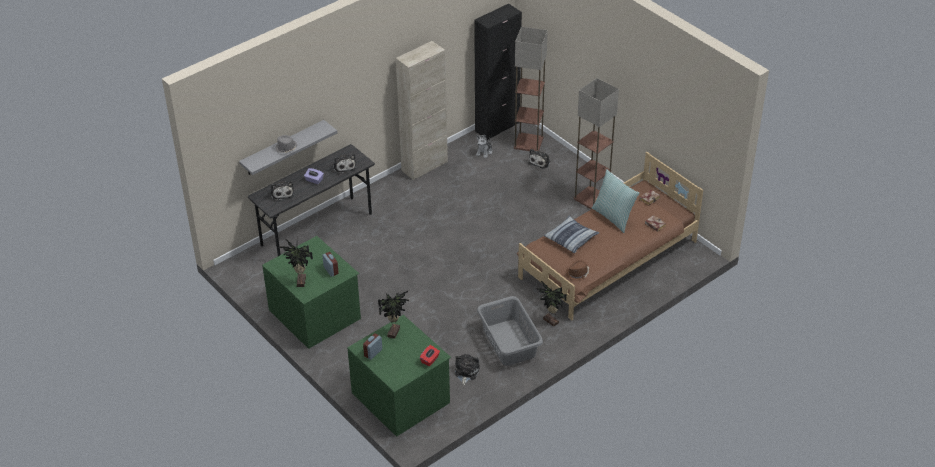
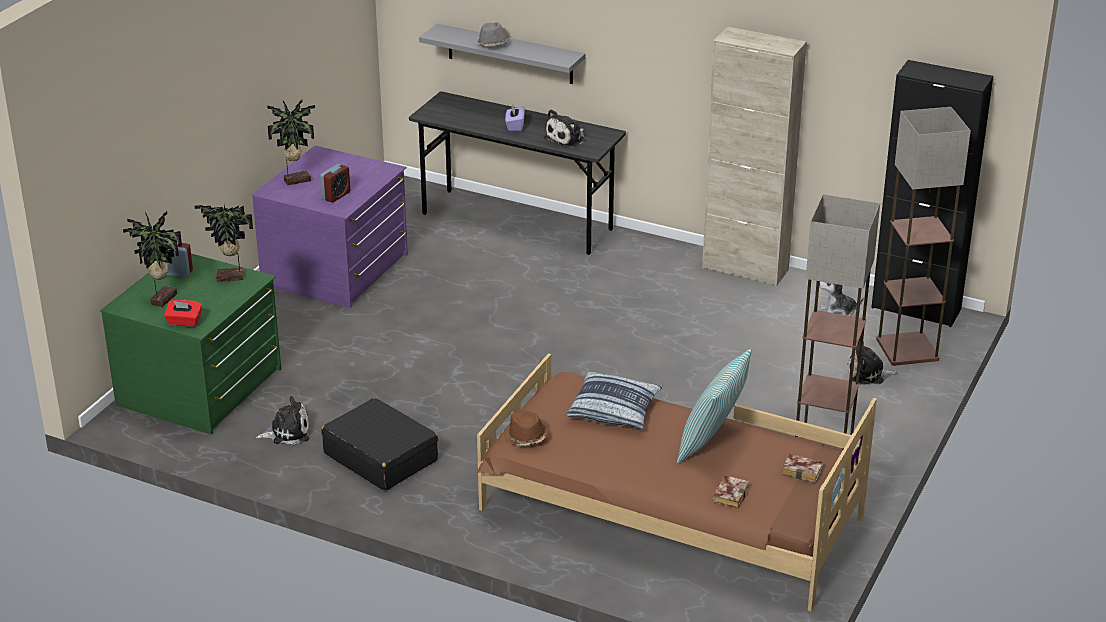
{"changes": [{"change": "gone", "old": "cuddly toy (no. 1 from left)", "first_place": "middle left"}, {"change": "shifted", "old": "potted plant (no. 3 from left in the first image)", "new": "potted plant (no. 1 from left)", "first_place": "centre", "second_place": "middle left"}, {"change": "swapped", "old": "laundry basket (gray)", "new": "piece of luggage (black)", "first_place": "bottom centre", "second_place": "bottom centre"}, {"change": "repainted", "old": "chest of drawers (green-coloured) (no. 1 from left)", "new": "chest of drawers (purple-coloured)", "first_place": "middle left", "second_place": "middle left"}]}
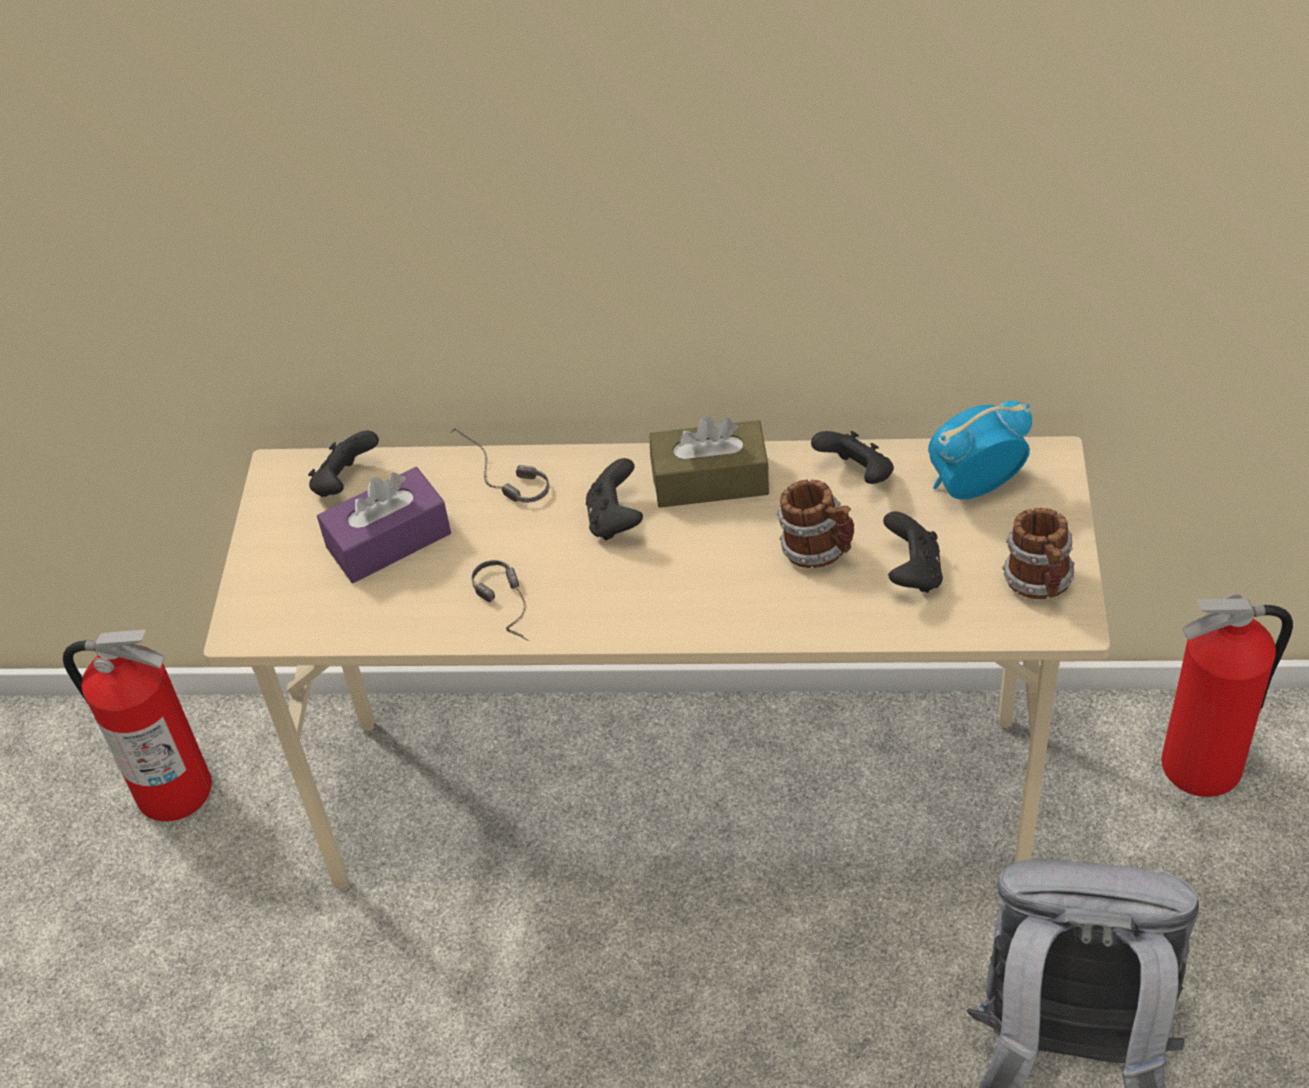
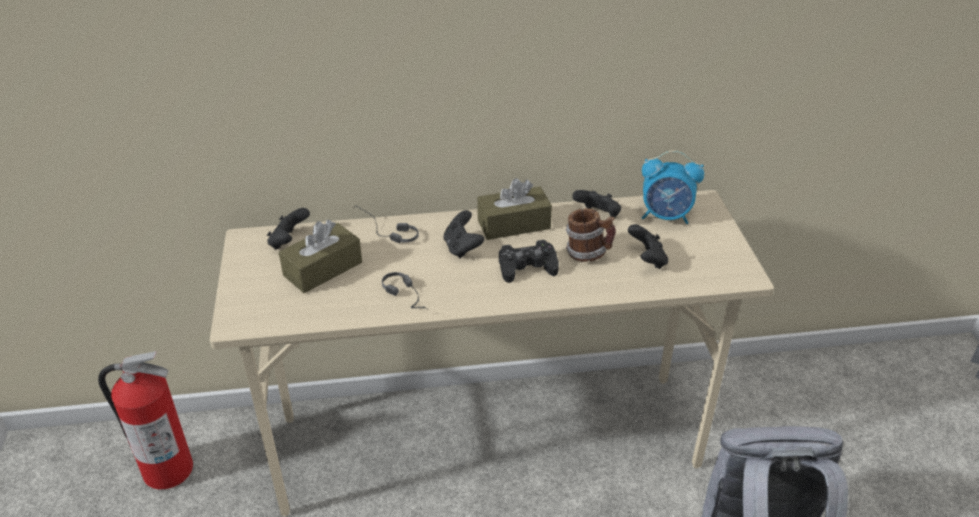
{"changes": [{"change": "gone", "old": "mug (no. 2 from left)", "first_place": "middle right"}, {"change": "gone", "old": "fire extinguisher (no. 2 from left)", "first_place": "middle right"}, {"change": "new", "new": "joypad (black) (no. 3 from left)", "second_place": "centre"}, {"change": "repainted", "old": "tissue holder (purple-coloured)", "new": "tissue holder (brown) (no. 1 from left)", "first_place": "middle left", "second_place": "middle left"}, {"change": "rotated", "old": "table clock", "first_place": "middle right", "second_place": "middle right", "degrees": -135}]}
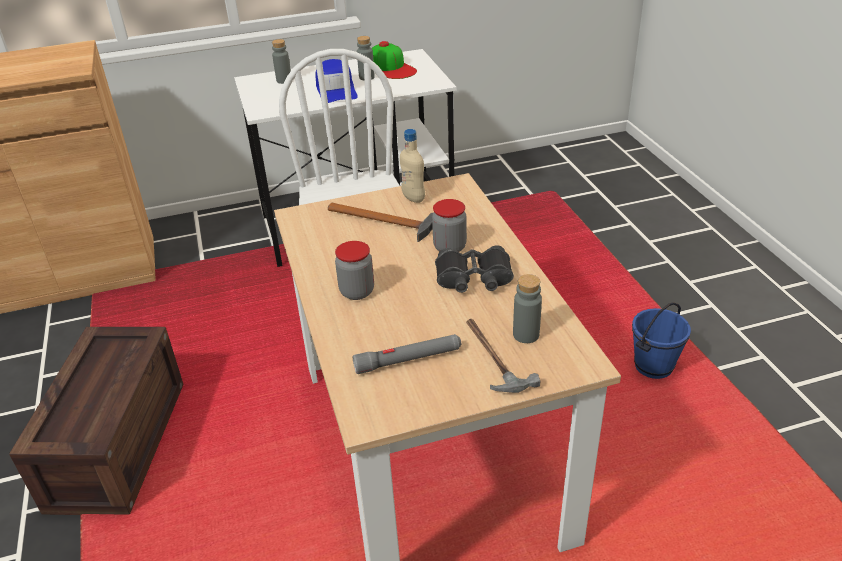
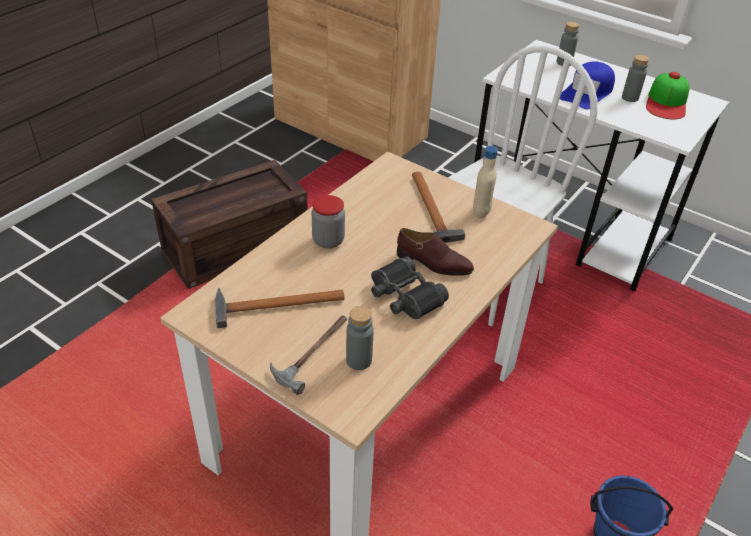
{"changes": [{"change": "swapped", "old": "flashlight (gray)", "new": "hand hammer (no. 1 from left)", "first_place": "centre", "second_place": "centre"}, {"change": "swapped", "old": "preserve jar (no. 2 from left)", "new": "shoe (brown)", "first_place": "centre", "second_place": "centre"}]}
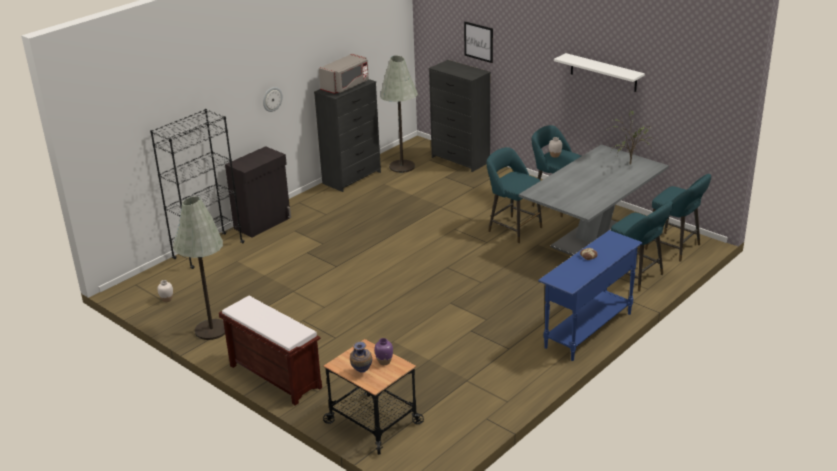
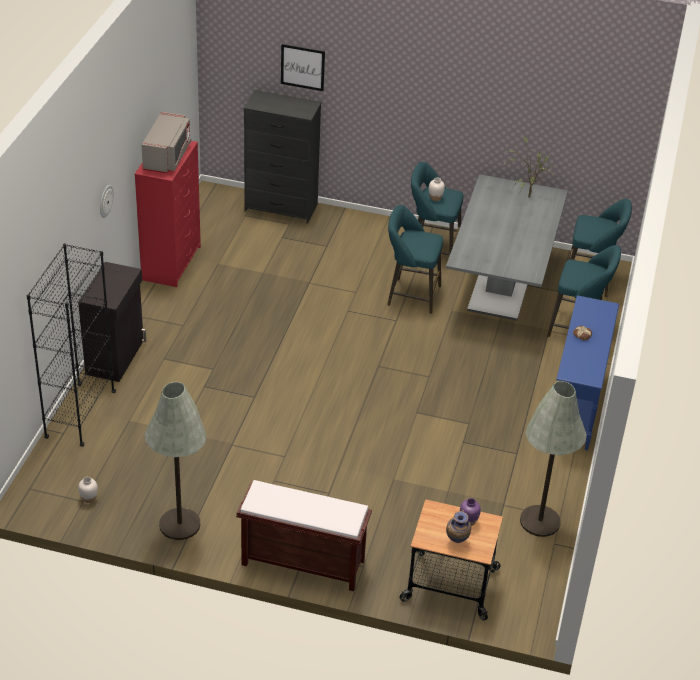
{"changes": [{"change": "gone", "old": "wall shelf (white-coloured)", "first_place": "top right"}, {"change": "shifted", "old": "standard lamp (gray) (no. 2 from left)", "first_place": "top centre", "second_place": "bottom right"}, {"change": "repainted", "old": "chest of drawers (black) (no. 1 from left)", "new": "chest of drawers (red-coloured)", "first_place": "top centre", "second_place": "top left"}]}
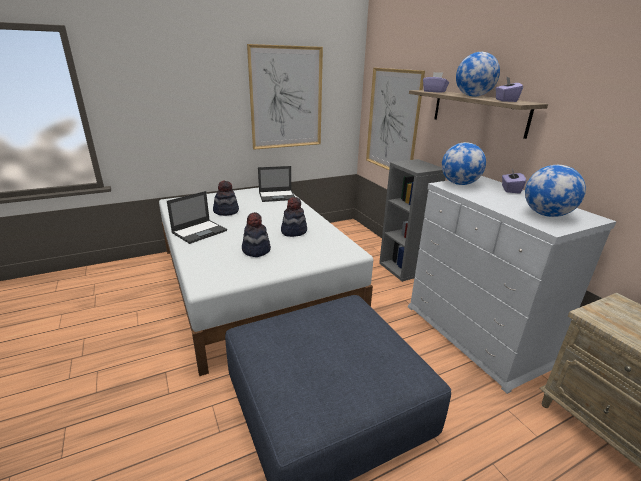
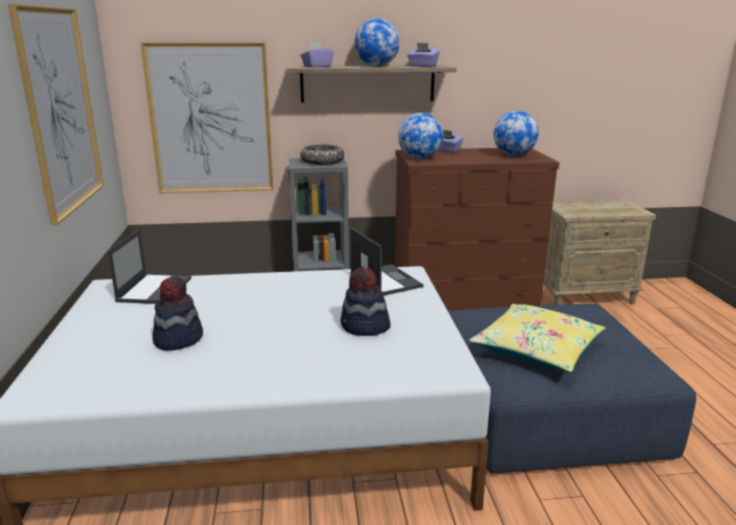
{"changes": [{"change": "gone", "old": "hat (no. 3 from left)", "first_place": "centre"}, {"change": "new", "new": "bowl", "second_place": "top centre"}, {"change": "new", "new": "cushion (yellow)", "second_place": "middle right"}, {"change": "shifted", "old": "notebook computer (no. 1 from left in the first image)", "new": "notebook computer (no. 2 from left)", "first_place": "middle left", "second_place": "centre"}, {"change": "repainted", "old": "chest of drawers (white-coloured)", "new": "chest of drawers (brown)", "first_place": "middle right", "second_place": "centre"}]}
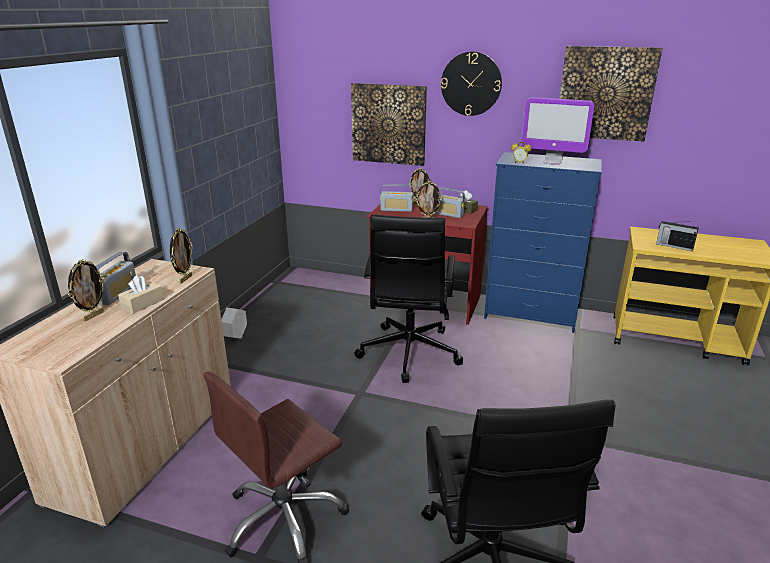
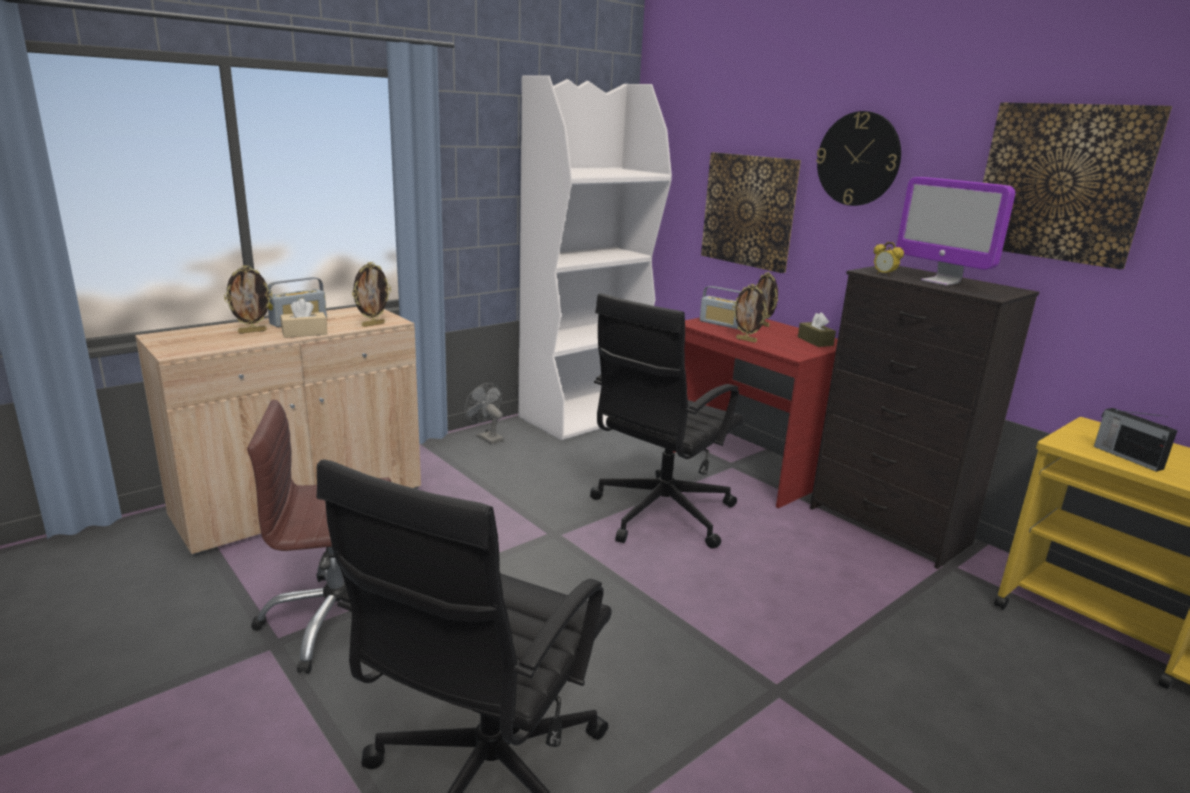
{"changes": [{"change": "gone", "old": "radio set (no. 3 from left)", "first_place": "centre"}, {"change": "new", "new": "bookshelf (white-coloured)", "second_place": "top centre"}, {"change": "swapped", "old": "planter (white-coloured)", "new": "fan (gray)", "first_place": "middle left", "second_place": "centre"}, {"change": "repainted", "old": "chest of drawers (blue-coloured)", "new": "chest of drawers (black)", "first_place": "middle right", "second_place": "middle right"}]}
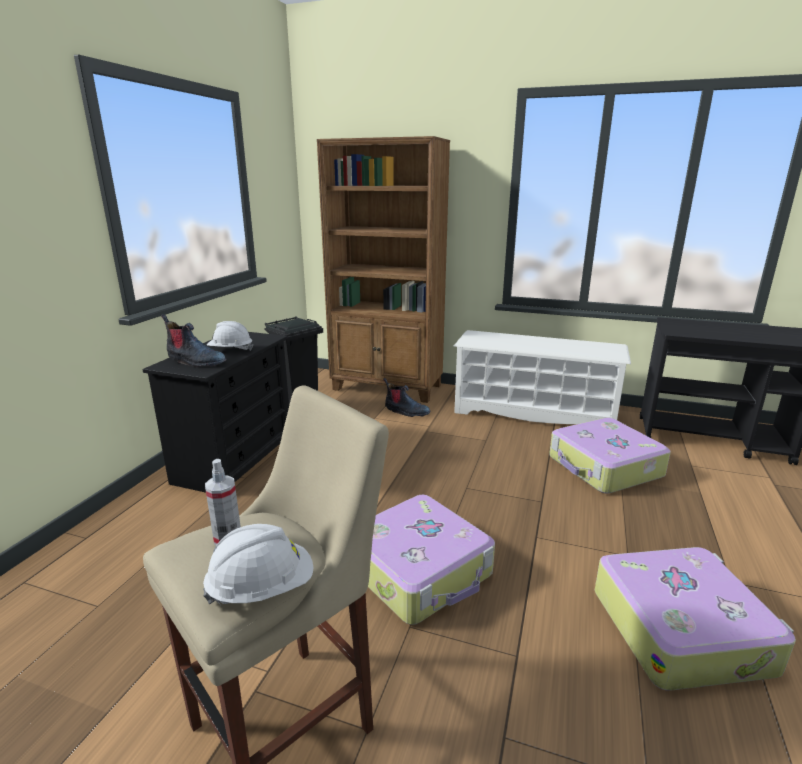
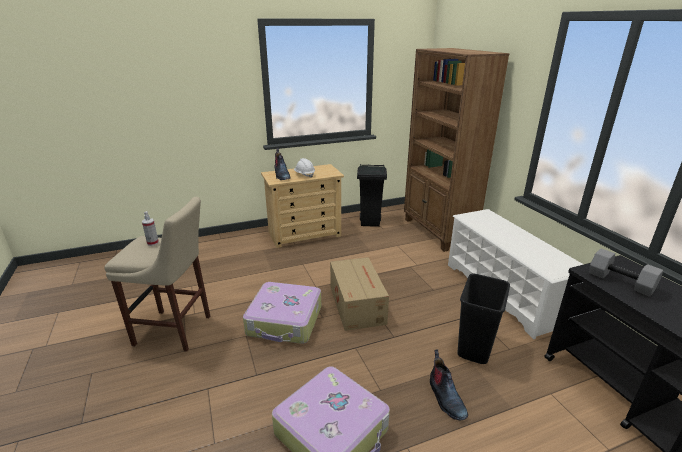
{"changes": [{"change": "gone", "old": "work helmet (white-coloured) (no. 2 from left)", "first_place": "bottom left"}, {"change": "new", "new": "packing box", "second_place": "centre"}, {"change": "new", "new": "dumbbell (gray)", "second_place": "middle right"}, {"change": "shifted", "old": "boot (no. 2 from left)", "first_place": "centre", "second_place": "bottom centre"}, {"change": "swapped", "old": "piece of luggage (no. 2 from left)", "new": "trash can (black) (no. 2 from left)", "first_place": "middle right", "second_place": "bottom right"}, {"change": "repainted", "old": "chest of drawers (black)", "new": "chest of drawers (sand-coloured)", "first_place": "middle left", "second_place": "centre"}]}
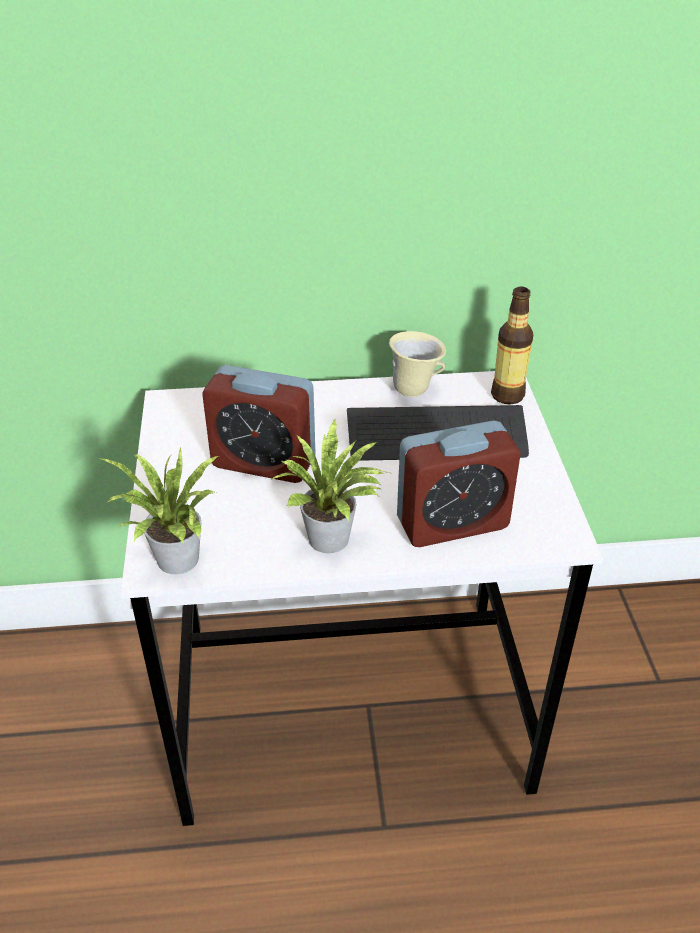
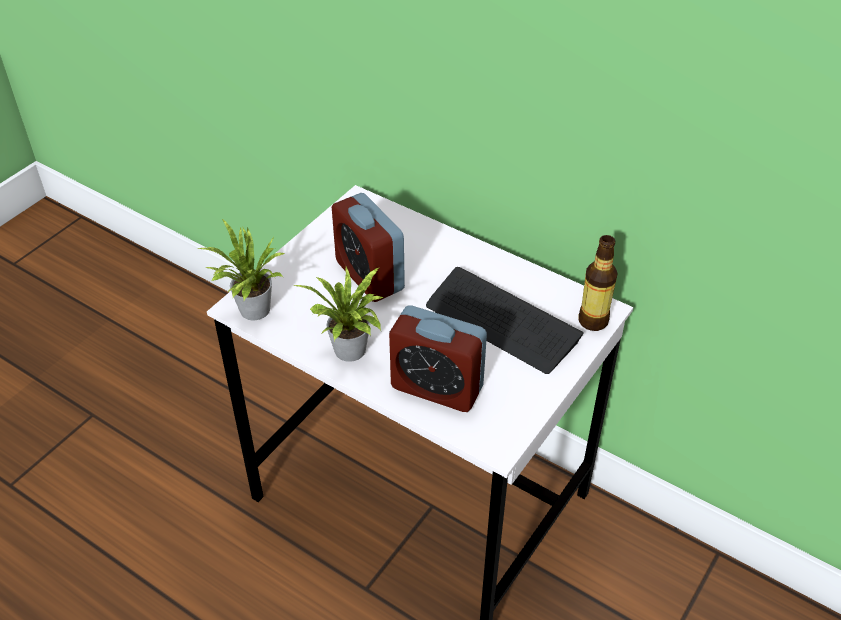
{"changes": [{"change": "gone", "old": "mug (sand-coloured)", "first_place": "centre"}]}
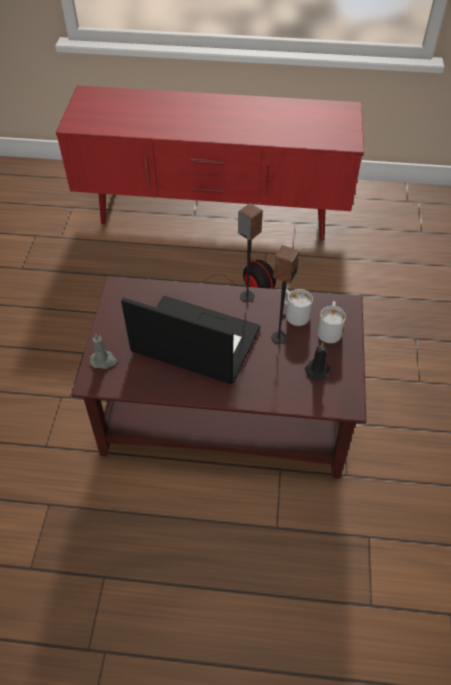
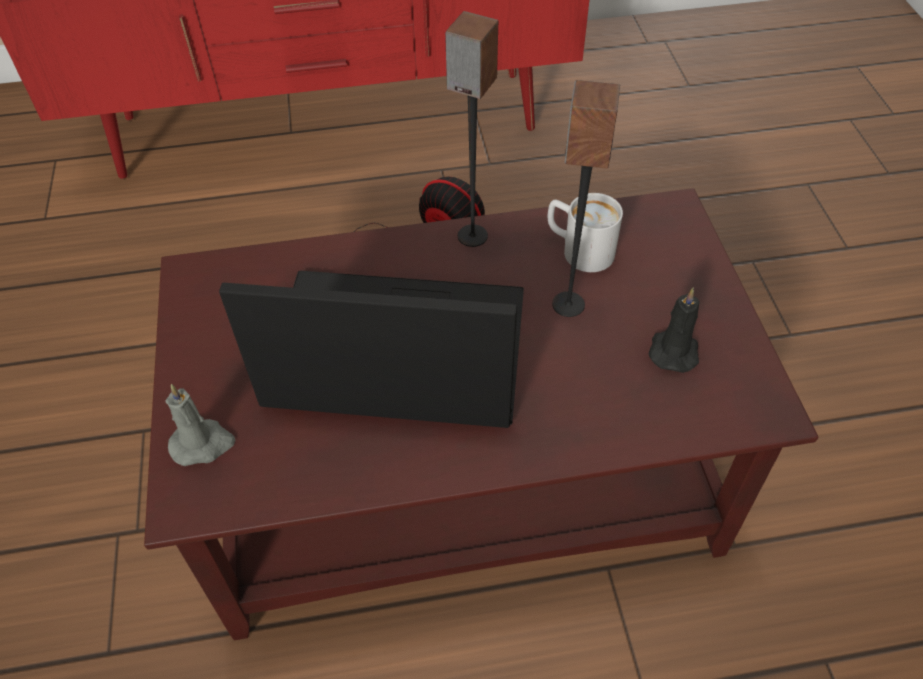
{"changes": [{"change": "gone", "old": "mug (white-coloured) (no. 2 from left)", "first_place": "middle right"}]}
